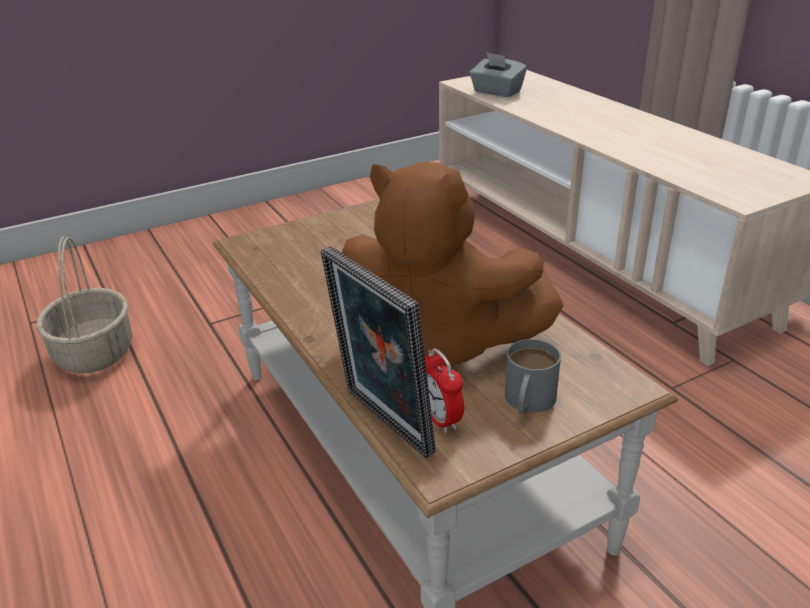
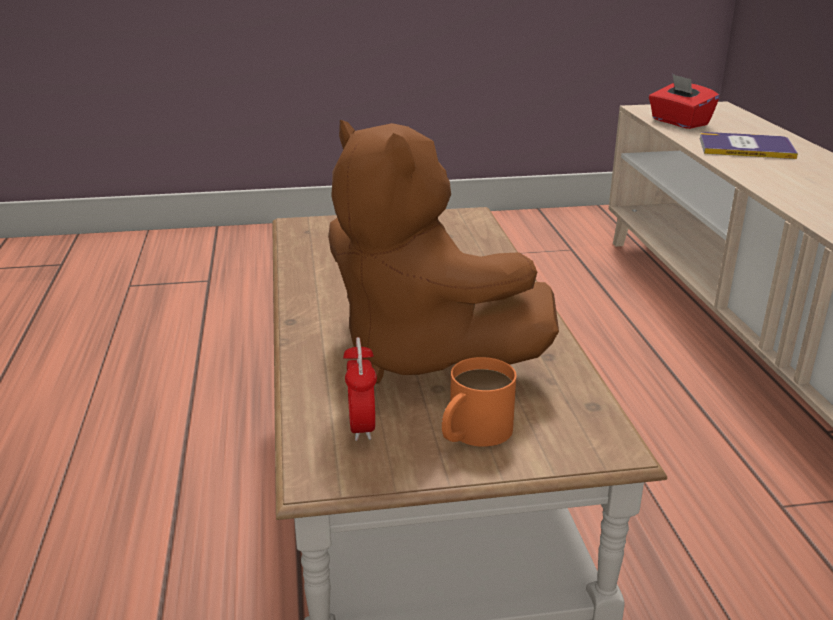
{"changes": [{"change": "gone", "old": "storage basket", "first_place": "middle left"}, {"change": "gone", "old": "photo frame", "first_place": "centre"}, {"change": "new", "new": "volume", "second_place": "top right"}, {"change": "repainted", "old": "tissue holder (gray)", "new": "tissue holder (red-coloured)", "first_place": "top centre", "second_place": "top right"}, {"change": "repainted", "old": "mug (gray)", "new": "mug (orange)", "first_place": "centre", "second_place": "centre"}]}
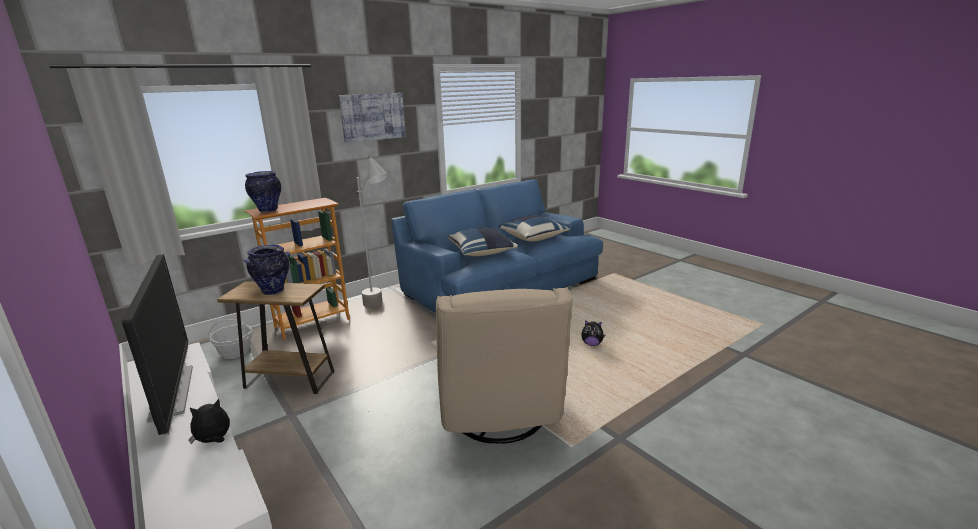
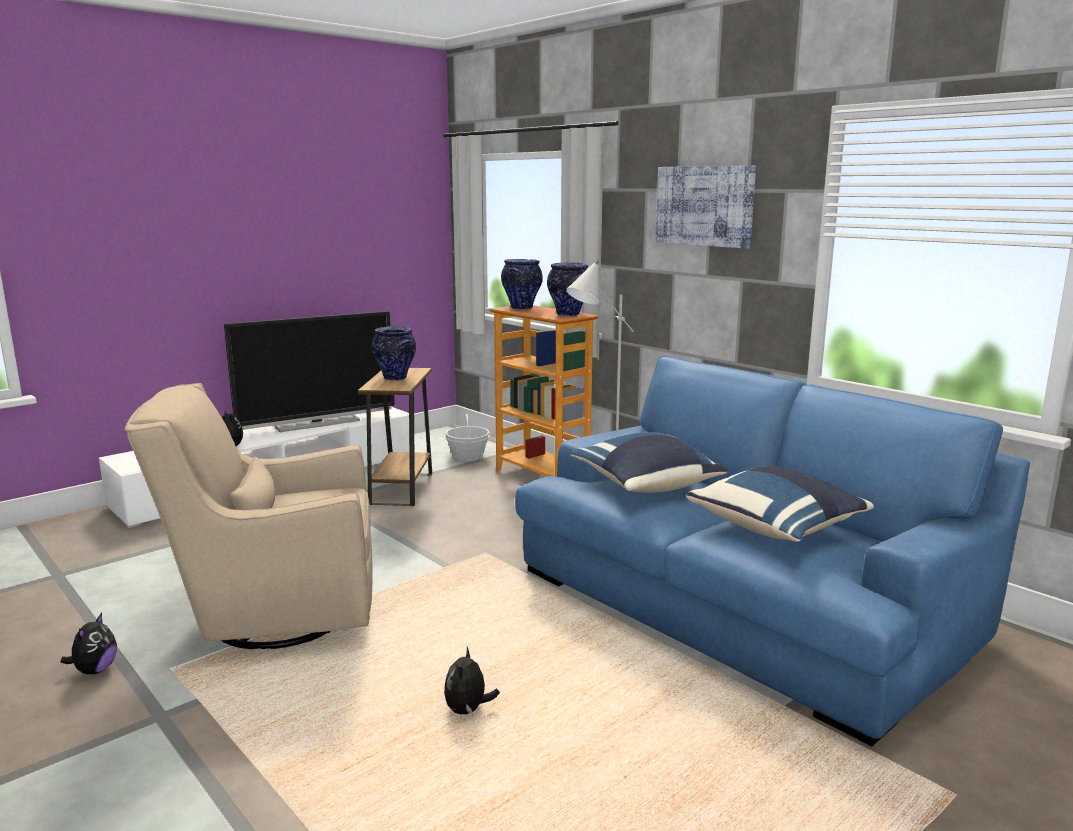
{"changes": [{"change": "new", "new": "cuddly toy (no. 1 from left)", "second_place": "bottom left"}, {"change": "new", "new": "vase (no. 3 from left)", "second_place": "centre"}]}
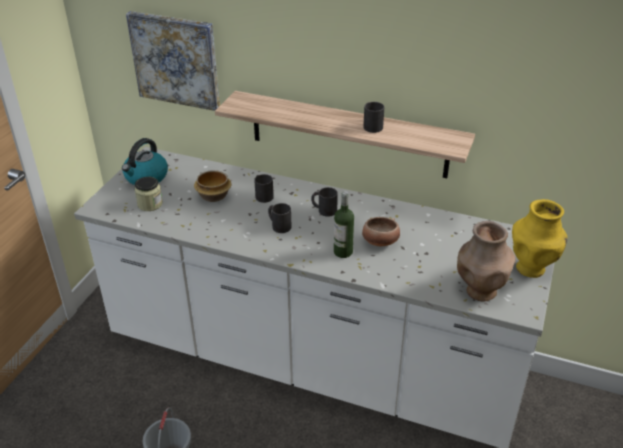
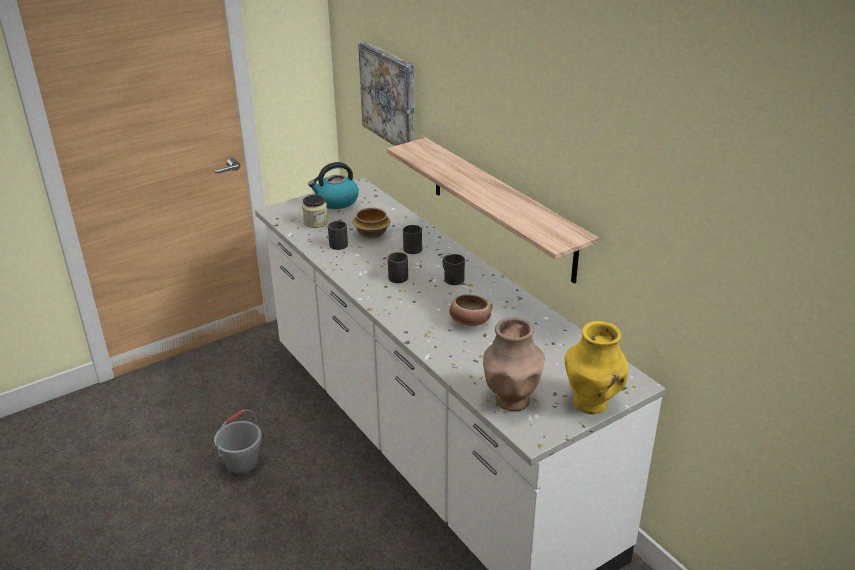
{"changes": [{"change": "gone", "old": "bottle", "first_place": "centre"}, {"change": "shifted", "old": "mug (black) (no. 4 from left in the first image)", "new": "mug (black) (no. 1 from left)", "first_place": "top centre", "second_place": "centre"}]}
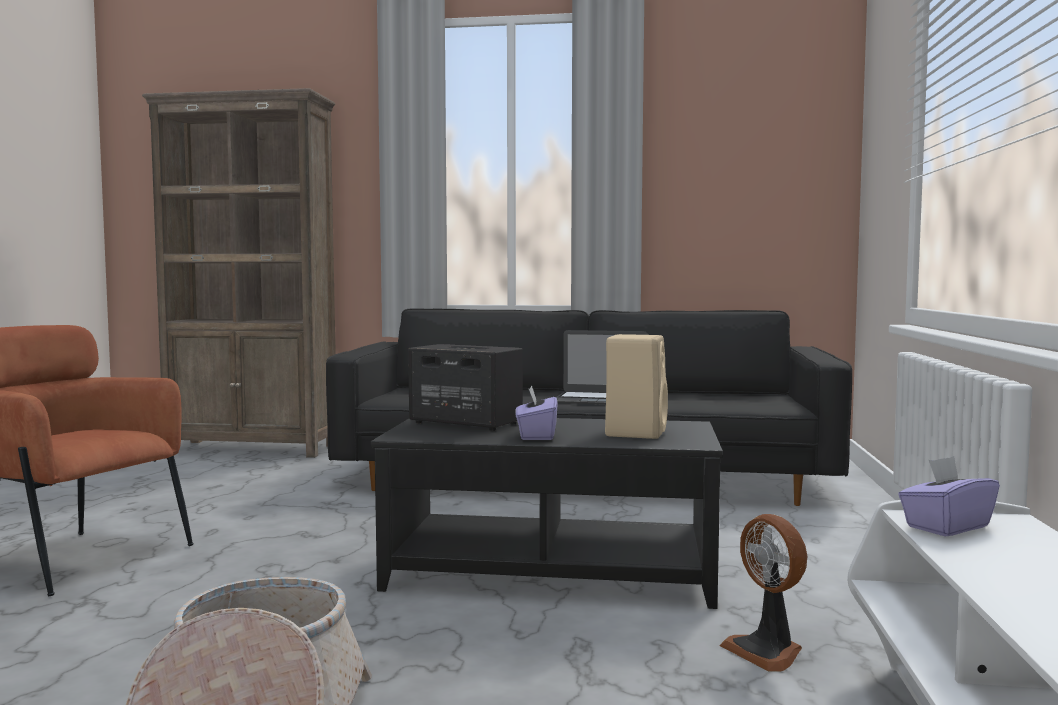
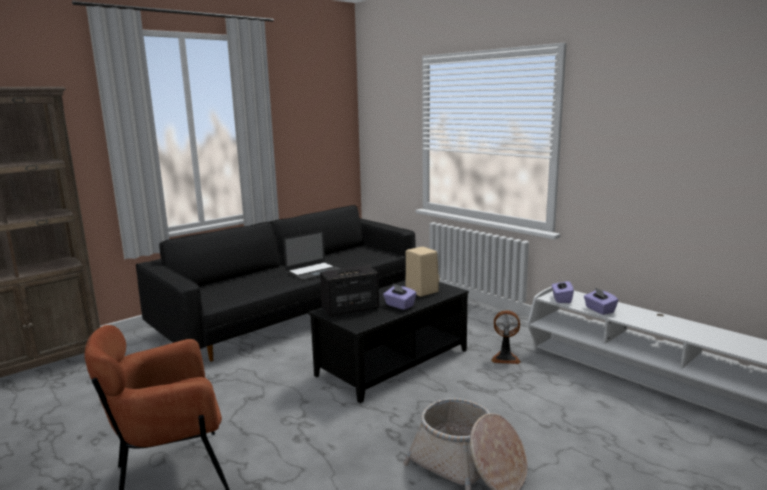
{"changes": [{"change": "new", "new": "tissue holder (purple-coloured) (no. 3 from left)", "second_place": "middle right"}]}
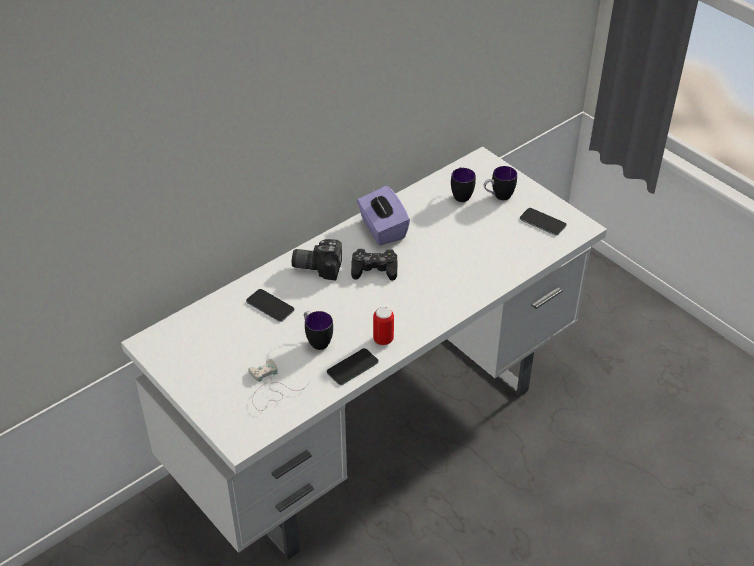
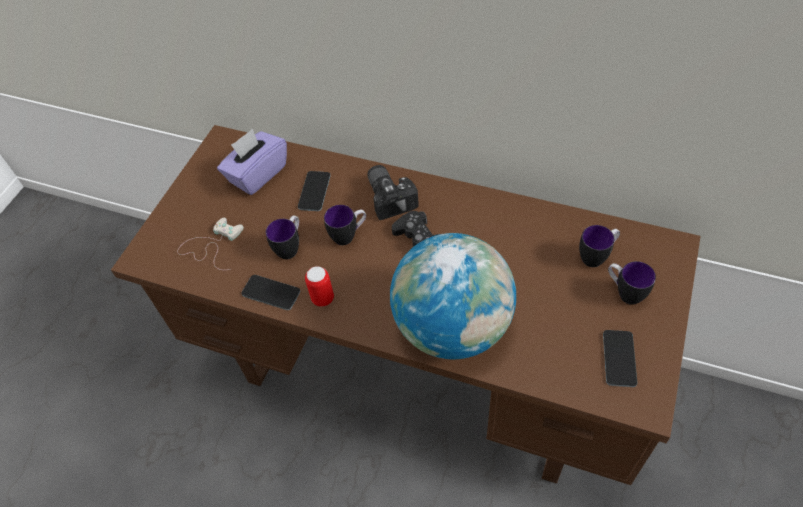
{"changes": [{"change": "new", "new": "mug (no. 2 from left)", "second_place": "centre"}, {"change": "new", "new": "world globe", "second_place": "centre"}, {"change": "shifted", "old": "tissue holder (purple-coloured)", "first_place": "centre", "second_place": "top left"}, {"change": "repainted", "old": "desk table (white-coloured)", "new": "desk table (brown)", "first_place": "centre", "second_place": "centre"}]}
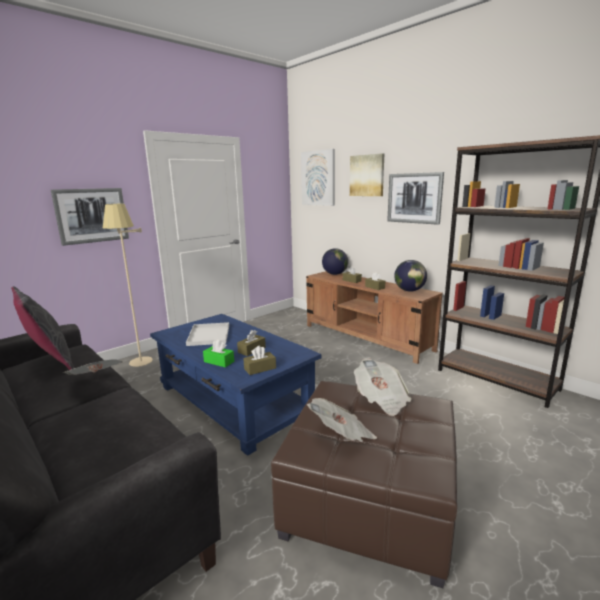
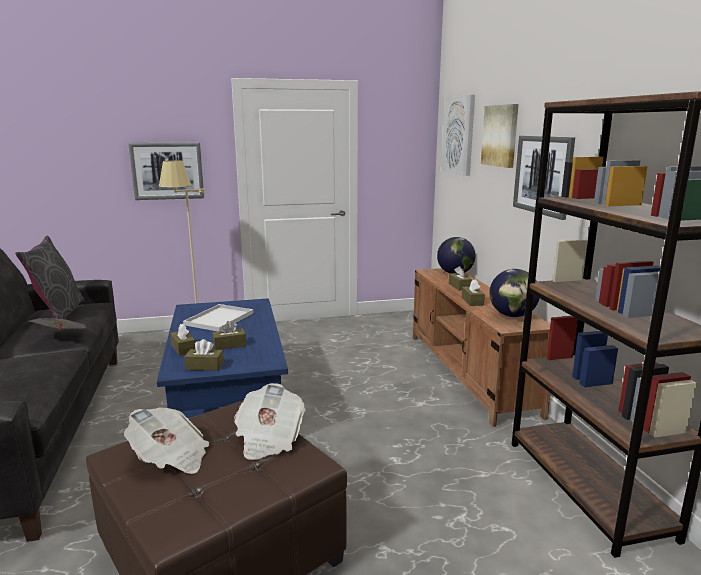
{"changes": [{"change": "repainted", "old": "tissue holder (green-coloured)", "new": "tissue holder (brown) (no. 1 from left)", "first_place": "centre", "second_place": "middle left"}]}
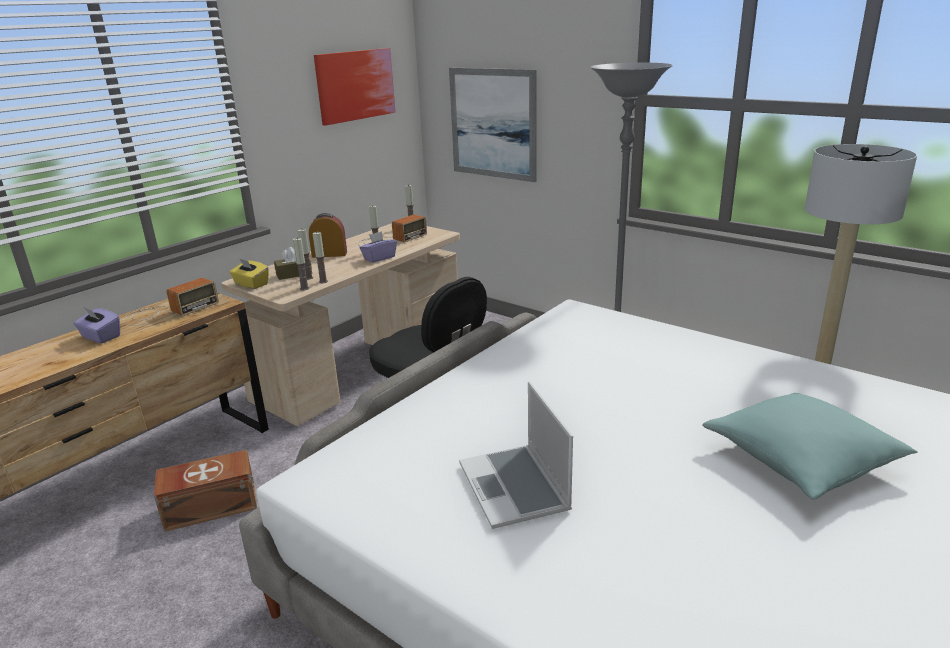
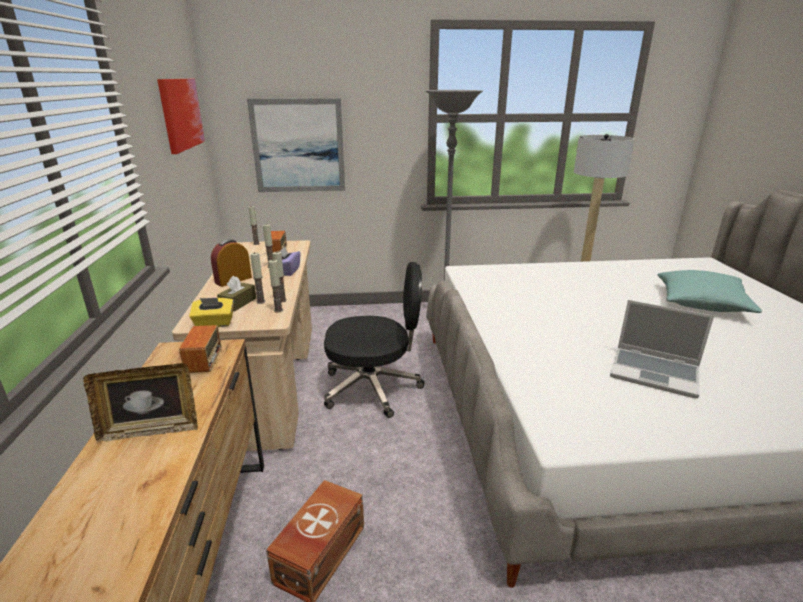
{"changes": [{"change": "swapped", "old": "tissue holder (purple-coloured) (no. 1 from left)", "new": "photo frame", "first_place": "middle left", "second_place": "bottom left"}]}
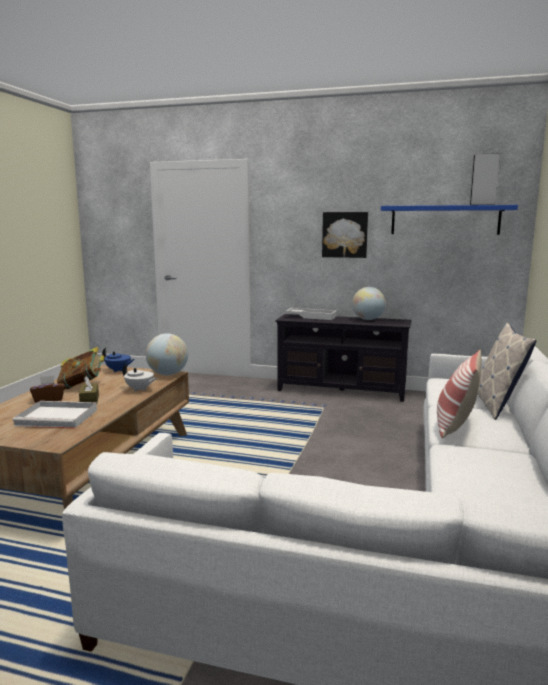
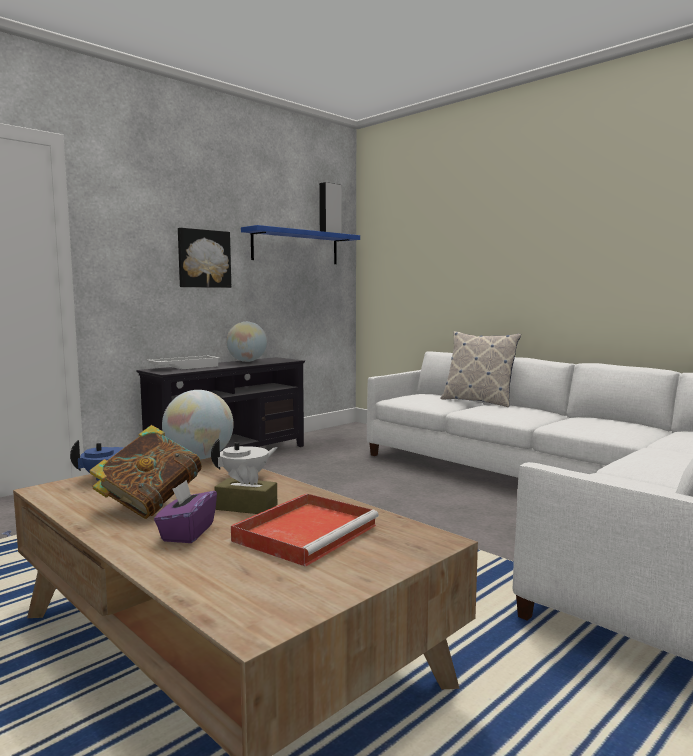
{"changes": [{"change": "gone", "old": "cushion (no. 1 from left)", "first_place": "middle right"}, {"change": "repainted", "old": "tray (white-coloured) (no. 1 from left)", "new": "tray (red-coloured)", "first_place": "middle left", "second_place": "bottom centre"}, {"change": "repainted", "old": "tissue holder (brown) (no. 1 from left)", "new": "tissue holder (purple-coloured)", "first_place": "middle left", "second_place": "bottom left"}]}
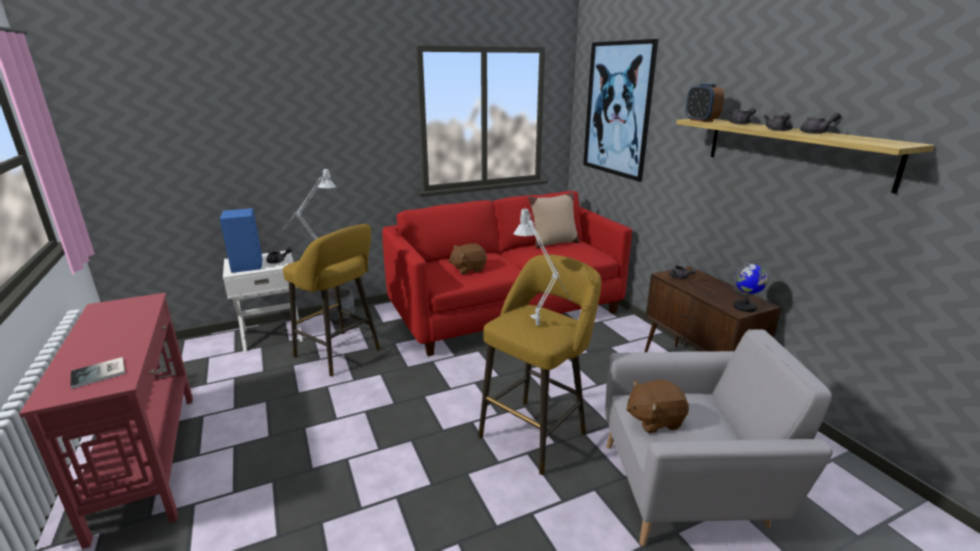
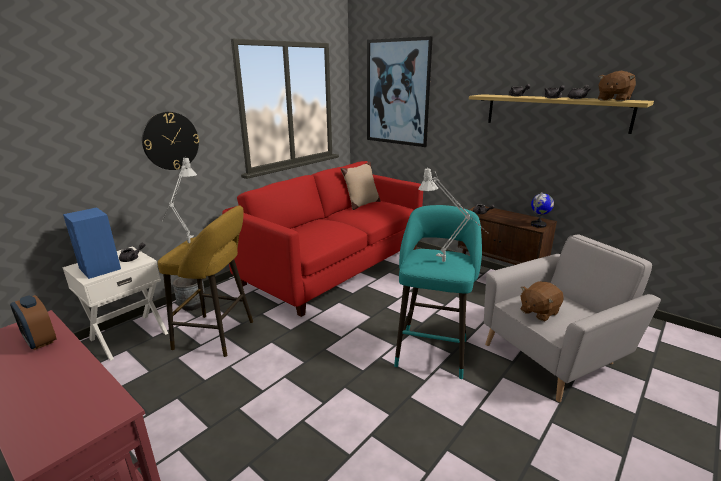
{"changes": [{"change": "gone", "old": "volume", "first_place": "bottom left"}, {"change": "new", "new": "hanging clock", "second_place": "top left"}, {"change": "shifted", "old": "cuddly toy (brown) (no. 1 from left in the first image)", "new": "cuddly toy (brown) (no. 2 from left)", "first_place": "centre", "second_place": "top right"}, {"change": "shifted", "old": "table clock", "first_place": "top right", "second_place": "bottom left"}, {"change": "repainted", "old": "stool seat (yellow) (no. 2 from left)", "new": "stool seat (turquoise-coloured)", "first_place": "centre", "second_place": "centre"}]}
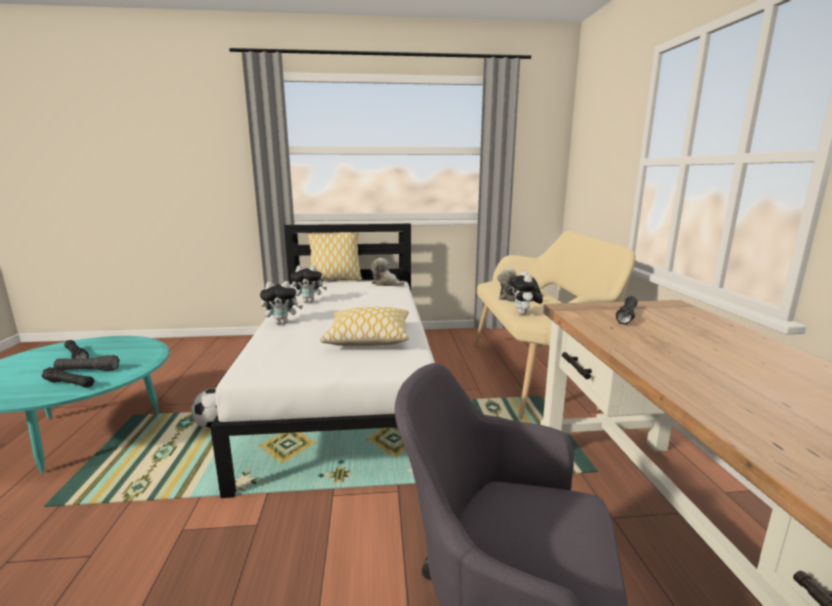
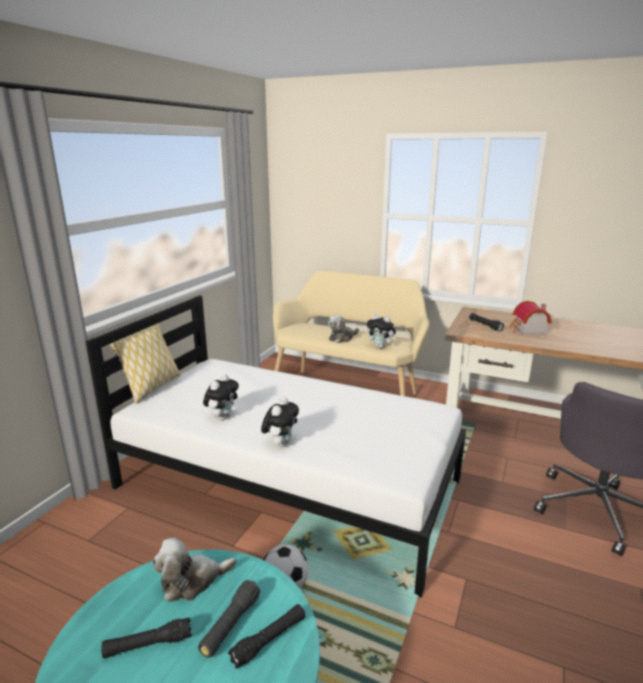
{"changes": [{"change": "gone", "old": "cushion (no. 2 from left)", "first_place": "centre"}, {"change": "new", "new": "toy house", "second_place": "middle right"}, {"change": "shifted", "old": "cuddly toy (no. 3 from left in the first image)", "new": "cuddly toy (no. 1 from left)", "first_place": "centre", "second_place": "bottom left"}]}
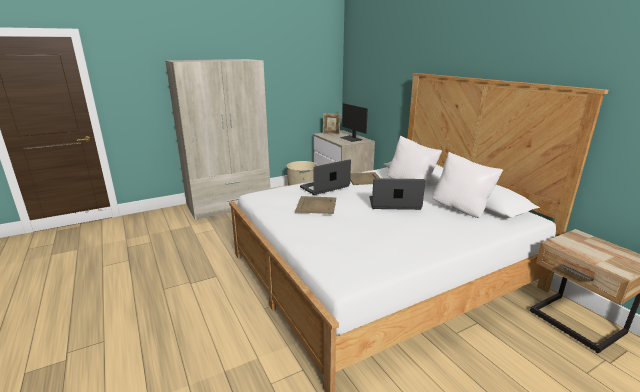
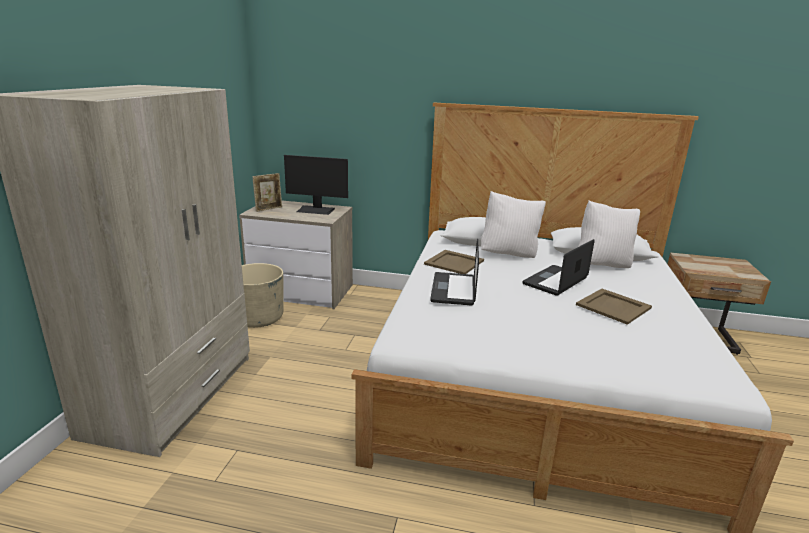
{"changes": [{"change": "shifted", "old": "tray (sand-coloured) (no. 1 from left in the first image)", "new": "tray (sand-coloured) (no. 2 from left)", "first_place": "centre", "second_place": "middle right"}]}
